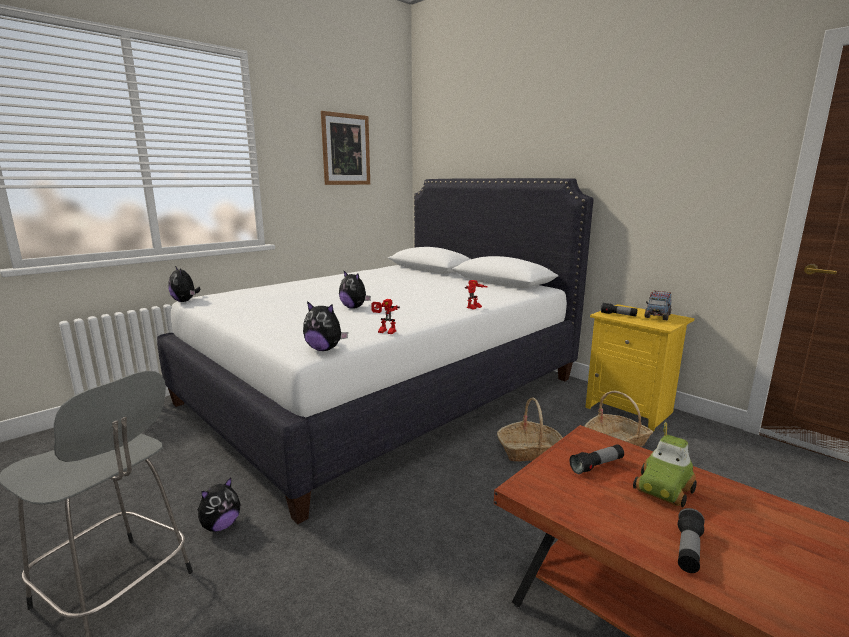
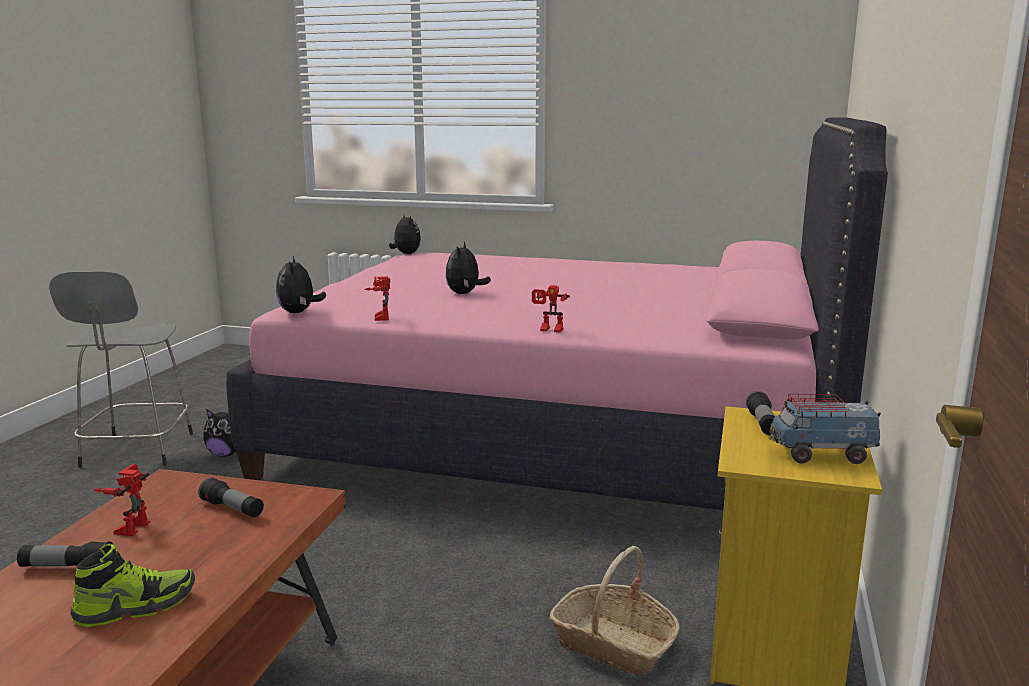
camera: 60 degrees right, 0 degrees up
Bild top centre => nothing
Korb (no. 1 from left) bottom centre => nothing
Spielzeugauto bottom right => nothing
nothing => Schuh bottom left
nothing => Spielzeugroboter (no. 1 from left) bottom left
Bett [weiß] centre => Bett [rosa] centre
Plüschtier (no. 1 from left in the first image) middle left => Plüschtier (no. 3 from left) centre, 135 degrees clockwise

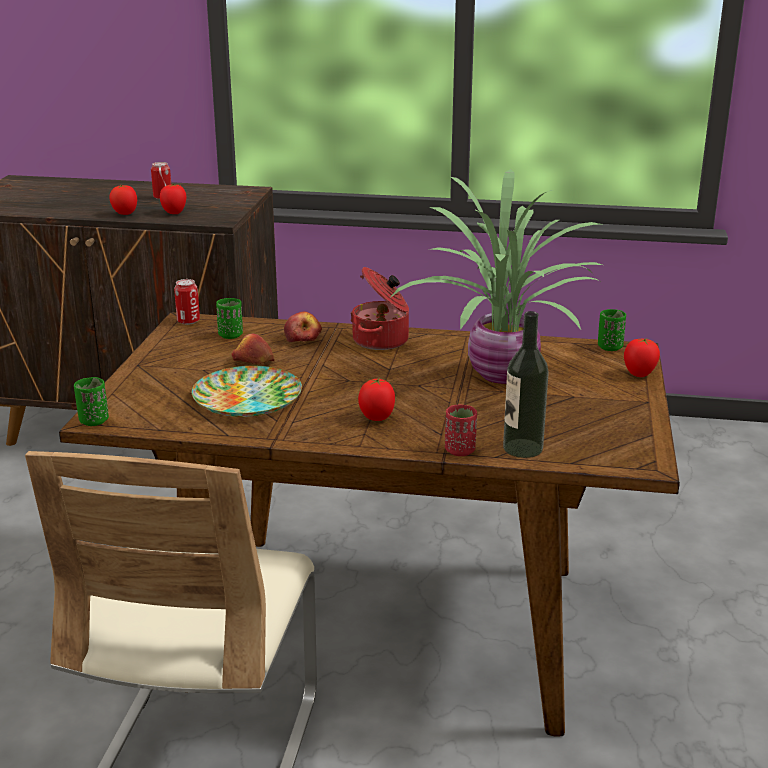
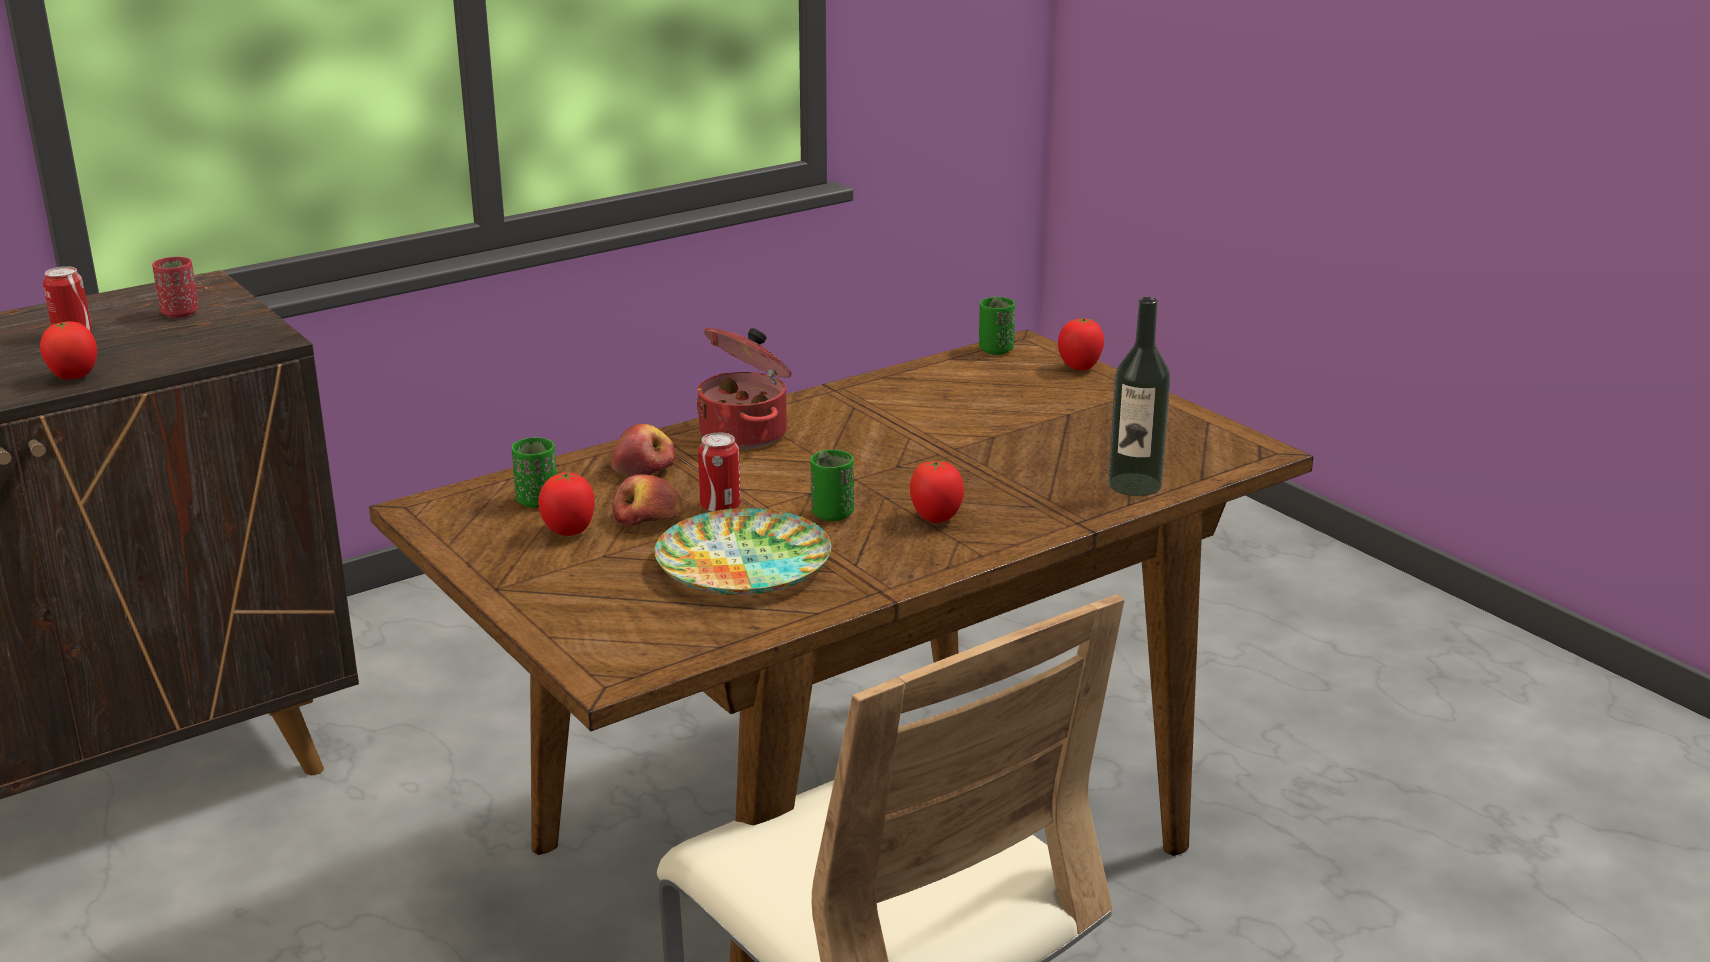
camera: 45 degrees left, 0 degrees up
Topfpflanze centre => nothing
Tasse [grün] (no. 1 from left in the first image) middle left => Tasse [grün] (no. 2 from left) centre, relocated
Tomate (no. 2 from left) top left => Tomate (no. 2 from left) middle left, relocated
Dose (no. 2 from left) middle left => Dose (no. 2 from left) centre, relocated
Tasse [rot] centre => Tasse [rot] top left, relocated

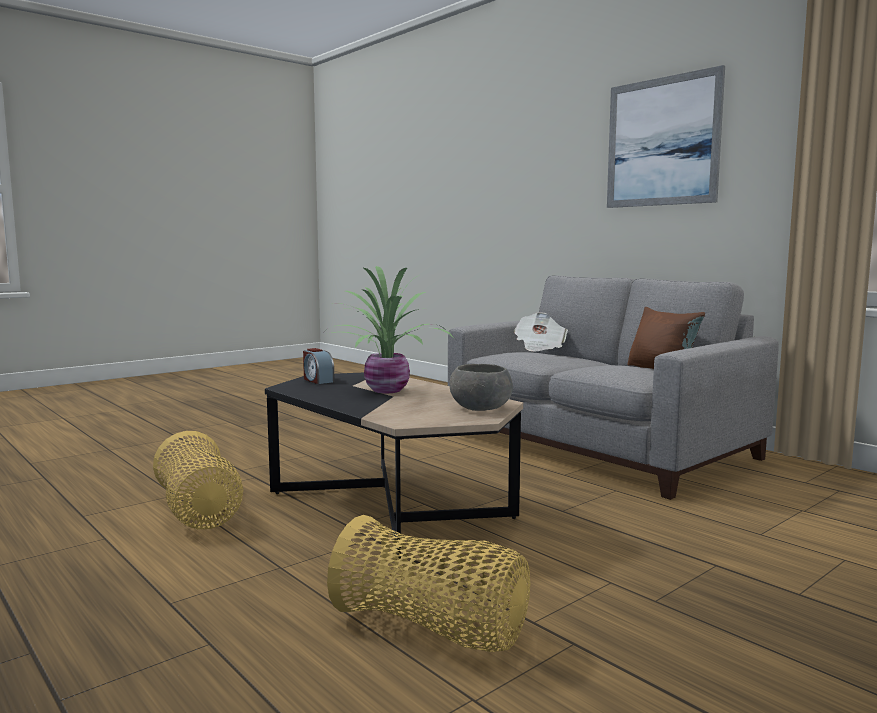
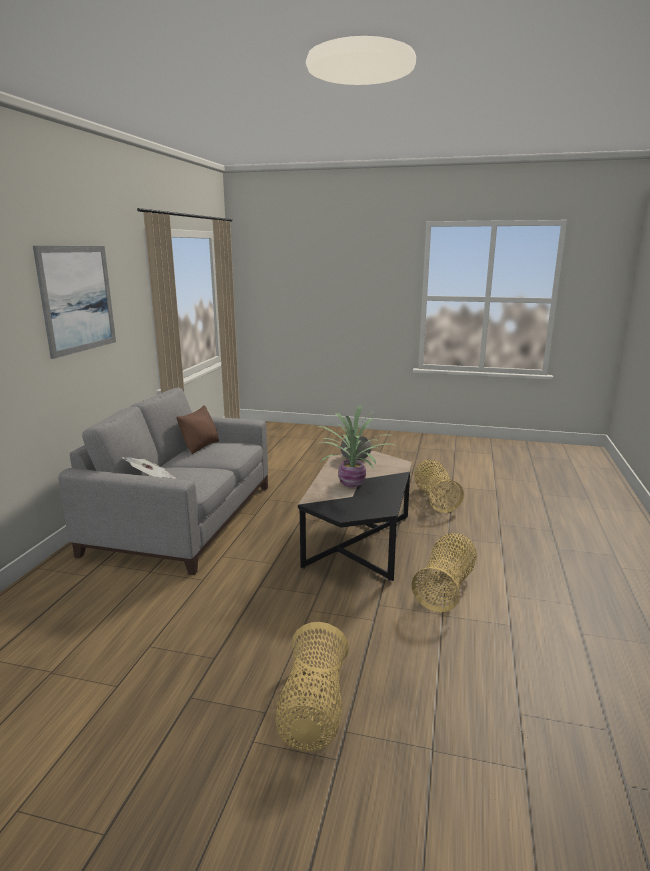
camera: 125 degrees left, 10 degrees up
Wecker centre => nothing
nothing => Korb (no. 1 from left) bottom centre

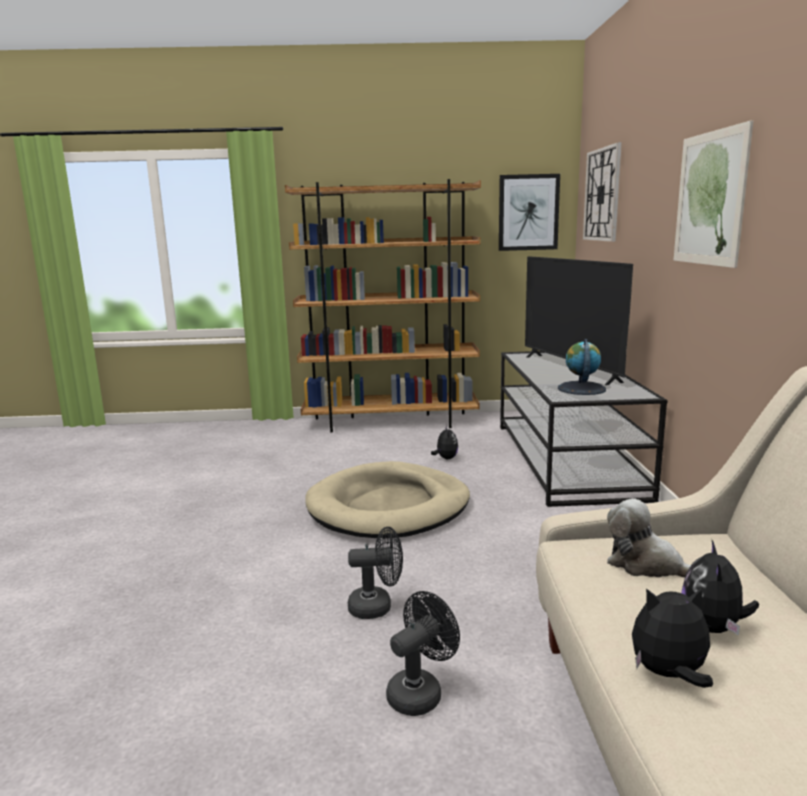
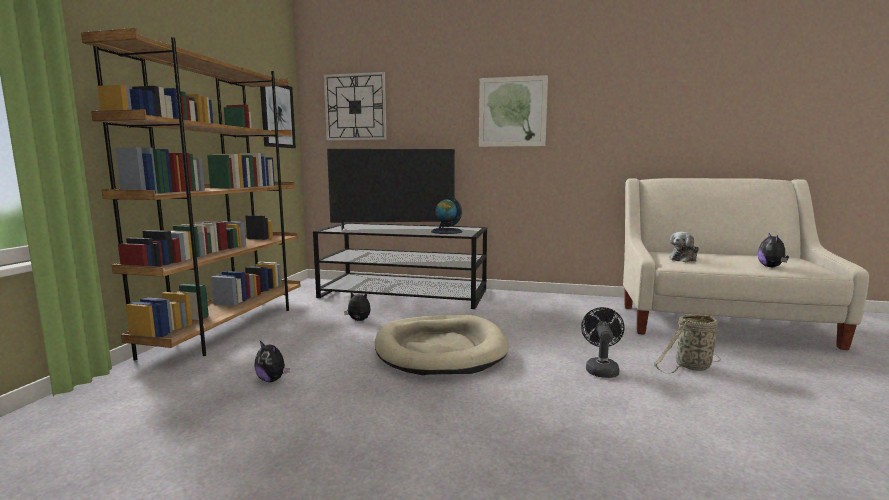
camera: 75 degrees left, 5 degrees down
Plüschtier (no. 4 from left in the first image) bottom right => Plüschtier (no. 1 from left) bottom left, relocated
Ventilator [schwarz] (no. 2 from left) bottom centre => Korb bottom right

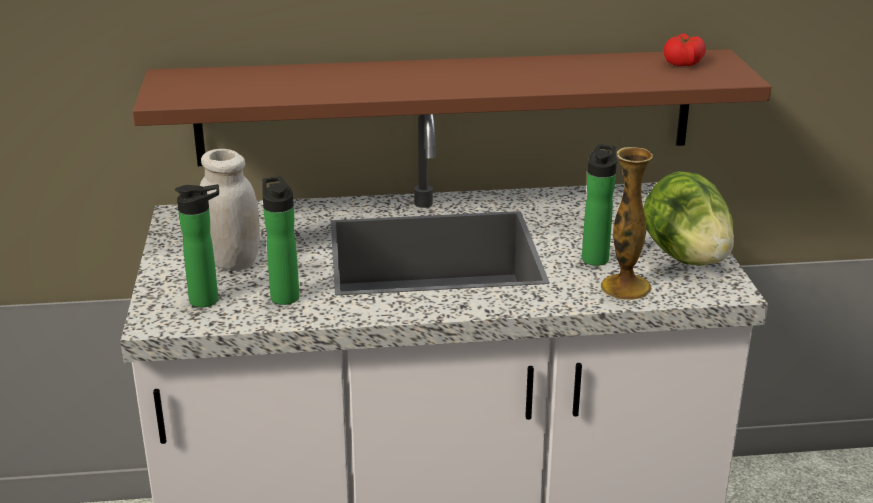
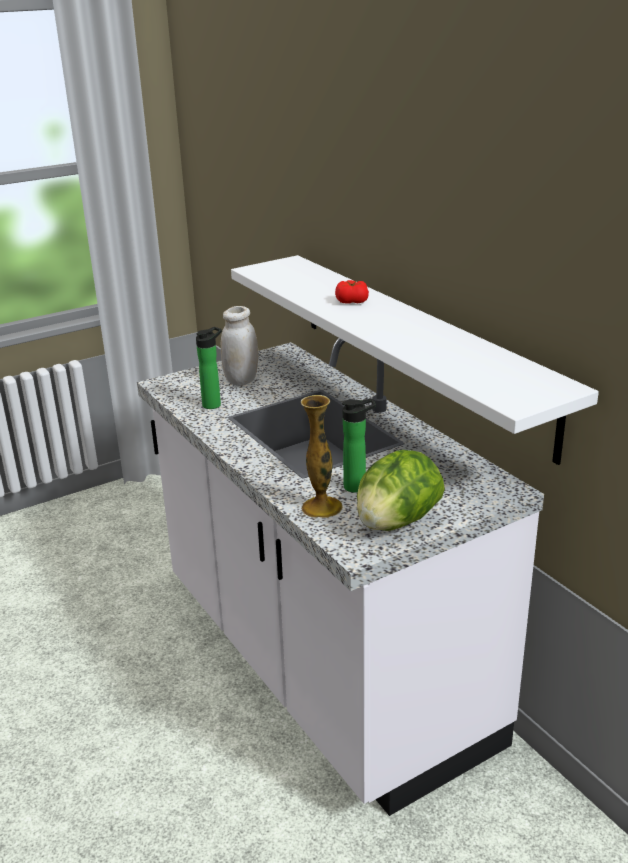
camera: 65 degrees right, 0 degrees up
Flasche (no. 1 from left) middle left => nothing
Tomate top right => Tomate centre, relocated
Wandregal [braun] top centre => Wandregal [weiß] centre

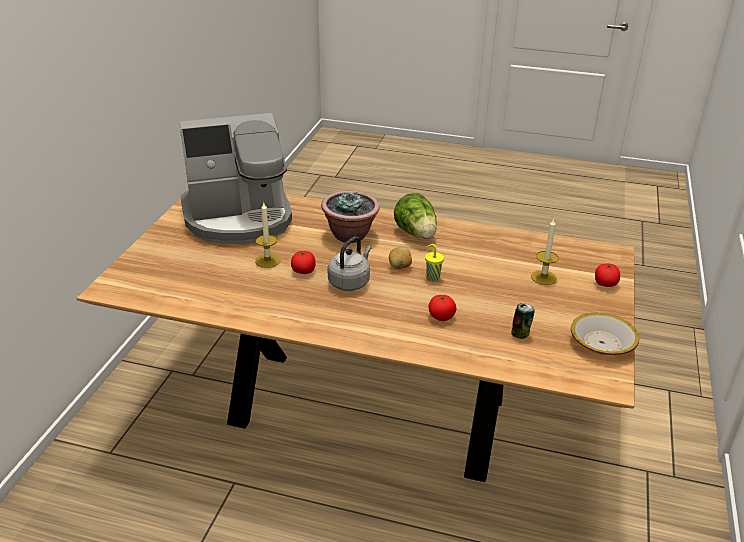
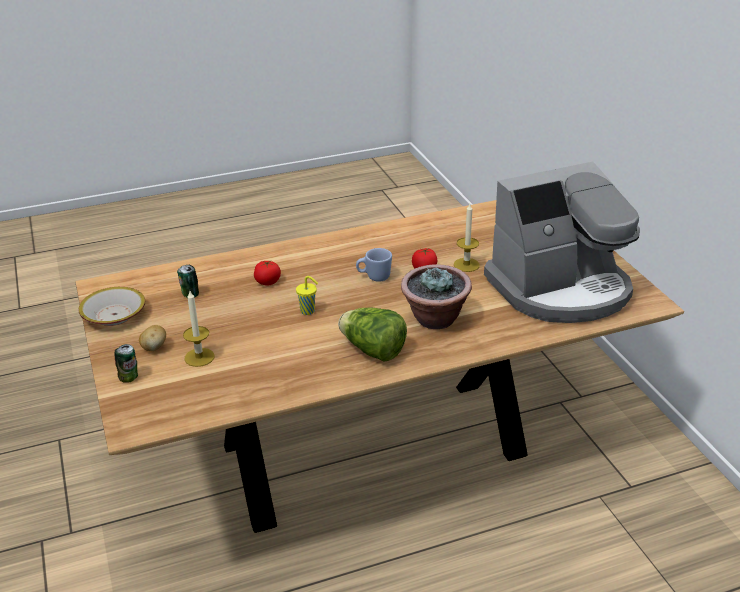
camera: 145 degrees right, 0 degrees up
Kartoffel centre => Kartoffel middle left, relocated
Wasserkessel [grau] centre => Henkelbecher [blau] centre
Tomate (no. 3 from left) middle right => Dose (no. 1 from left) middle left
Kaffeemaschine top left => Kaffeemaschine middle right, 150 degrees counterclockwise

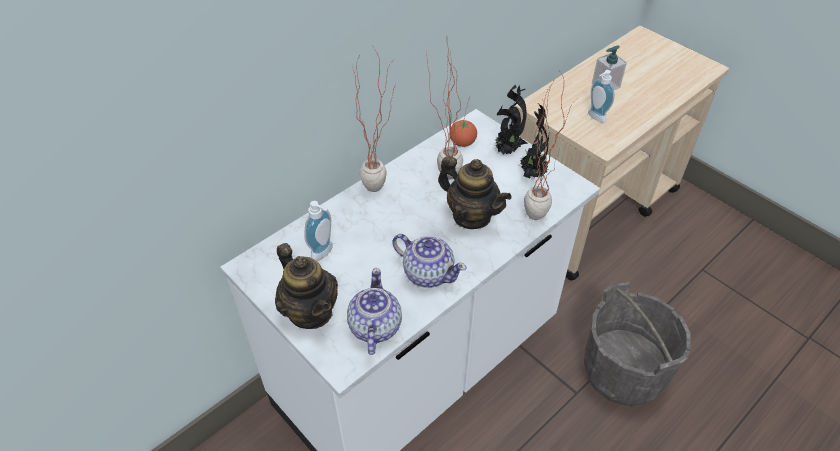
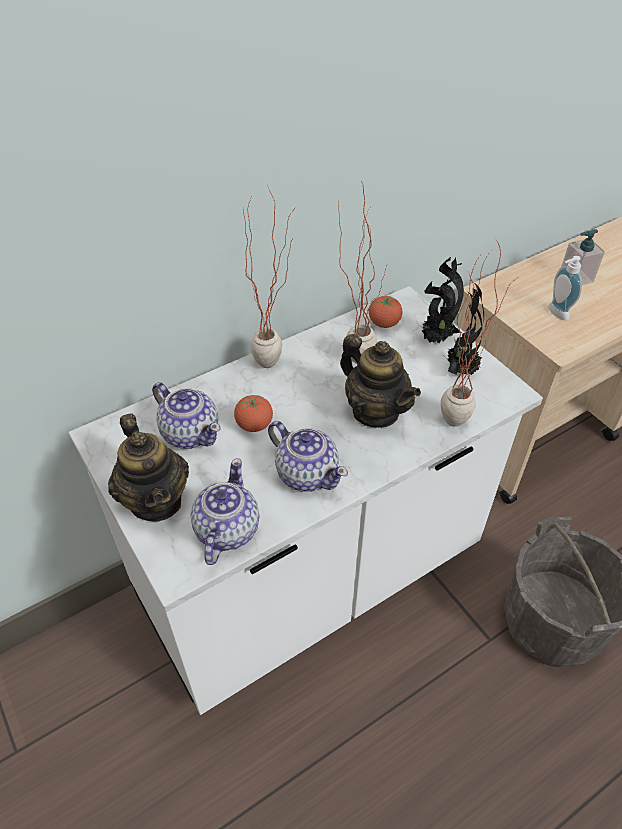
camera: 10 degrees right, 0 degrees up
nothing => Tomate (no. 1 from left) centre
Seifenspender (no. 1 from left) centre => Teekanne (no. 2 from left) middle left

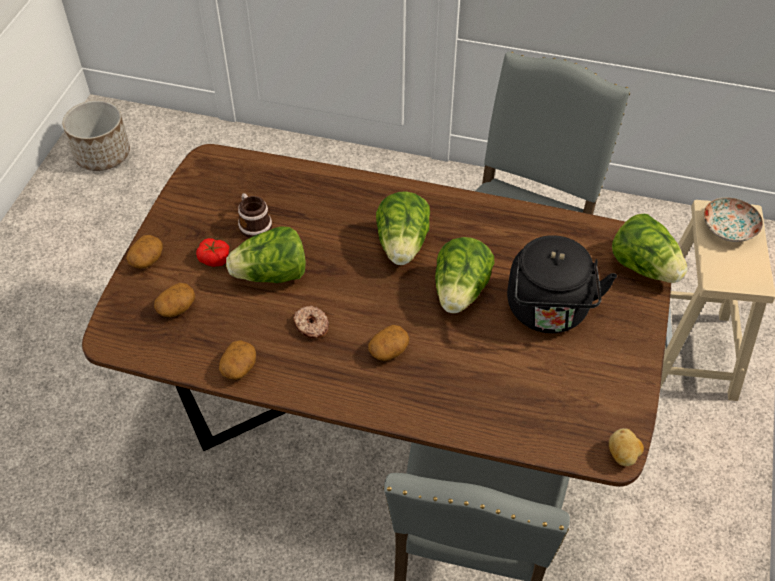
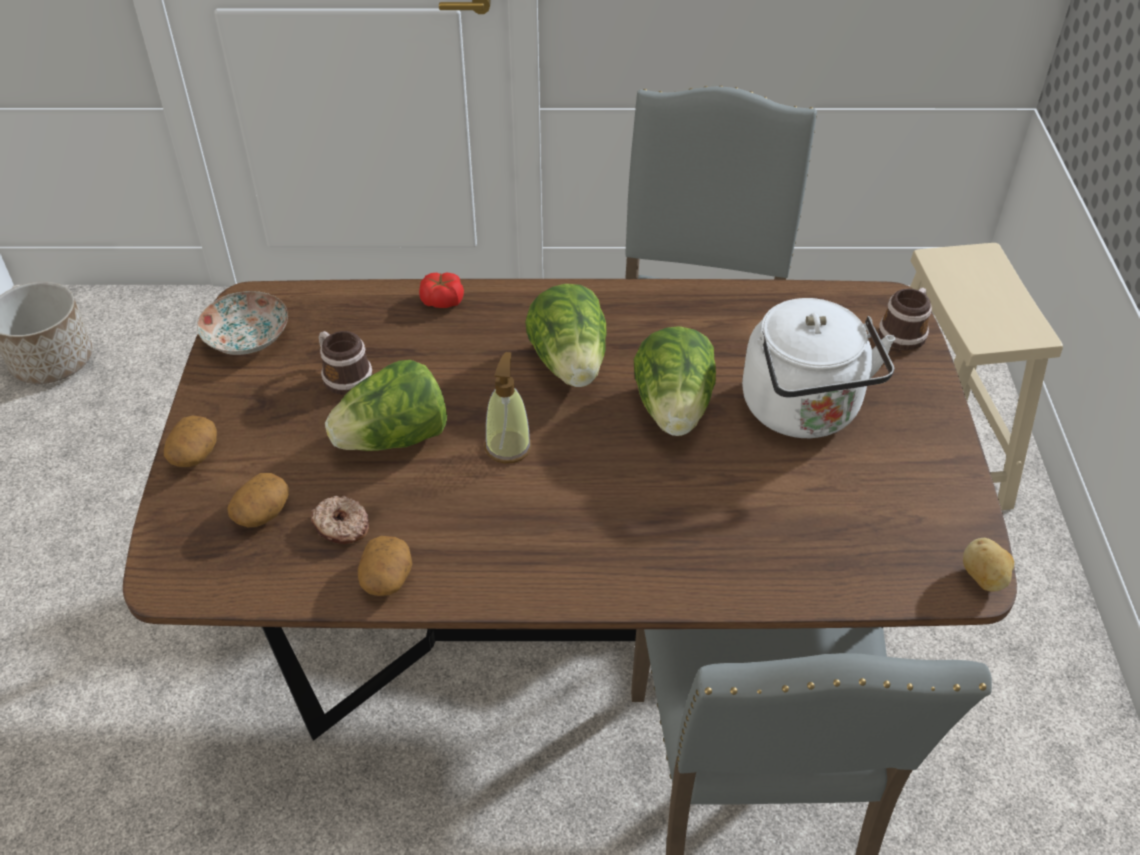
camera: 15 degrees left, 5 degrees down
Kartoffel (no. 4 from left) centre => nothing
nothing => Seifenspender centre
Tomate middle left => Tomate centre, relocated
Donut centre => Donut middle left, relocated
Teller middle right => Teller middle left, relocated
Salatkopf (no. 4 from left) middle right => Henkelbecher (no. 2 from left) middle right
Wasserkessel [schwarz] middle right => Wasserkessel [weiß] middle right

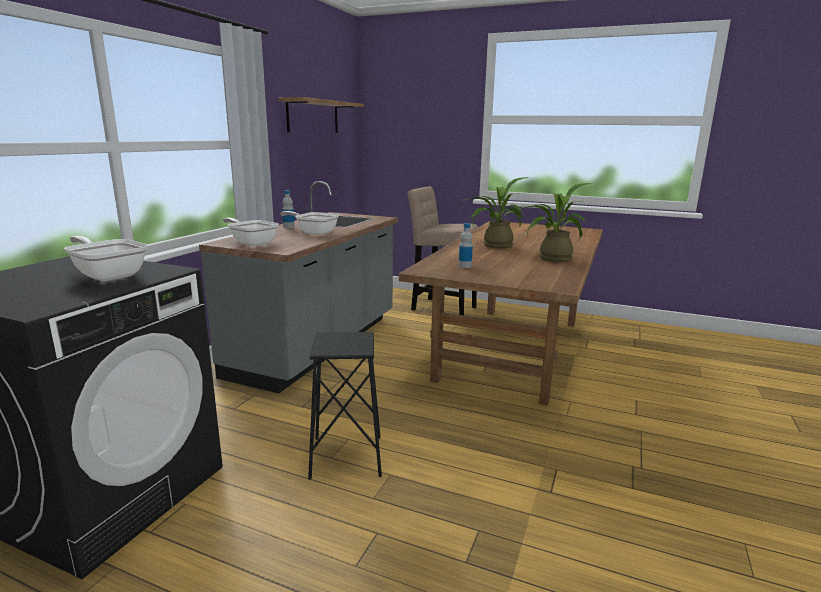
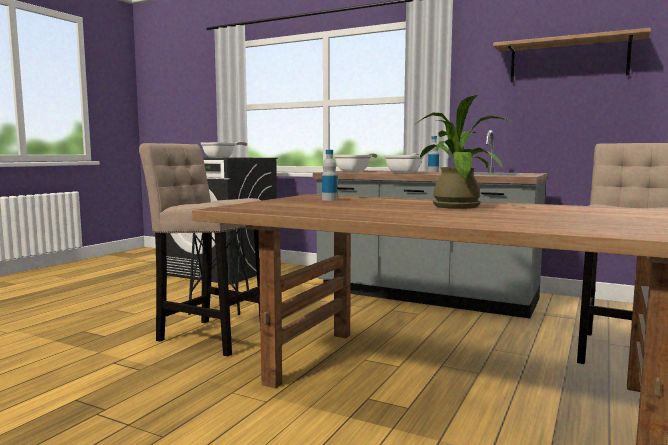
camera: 95 degrees right, 10 degrees down
Topfpflanze (no. 2 from left) middle right => nothing
nothing => Hocker [beige] (no. 1 from left) middle left

